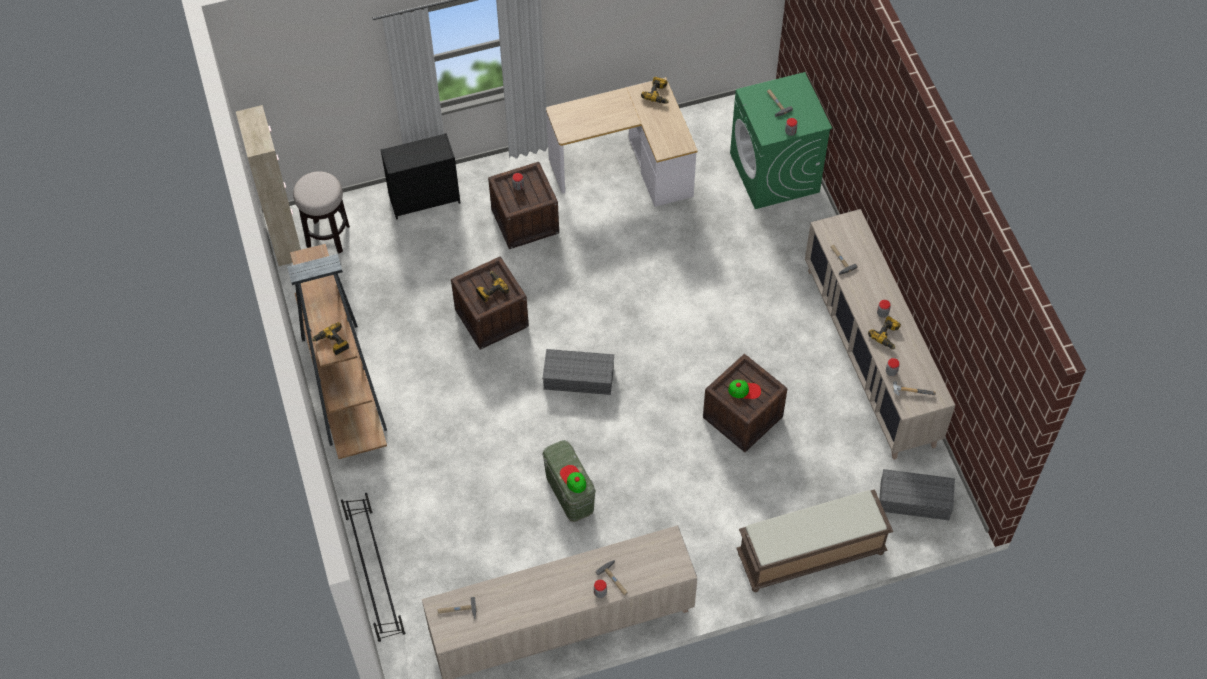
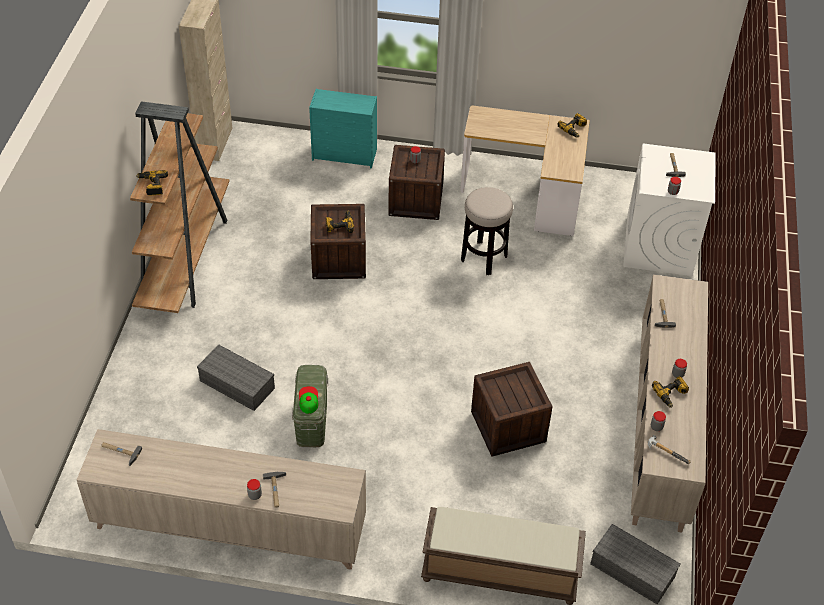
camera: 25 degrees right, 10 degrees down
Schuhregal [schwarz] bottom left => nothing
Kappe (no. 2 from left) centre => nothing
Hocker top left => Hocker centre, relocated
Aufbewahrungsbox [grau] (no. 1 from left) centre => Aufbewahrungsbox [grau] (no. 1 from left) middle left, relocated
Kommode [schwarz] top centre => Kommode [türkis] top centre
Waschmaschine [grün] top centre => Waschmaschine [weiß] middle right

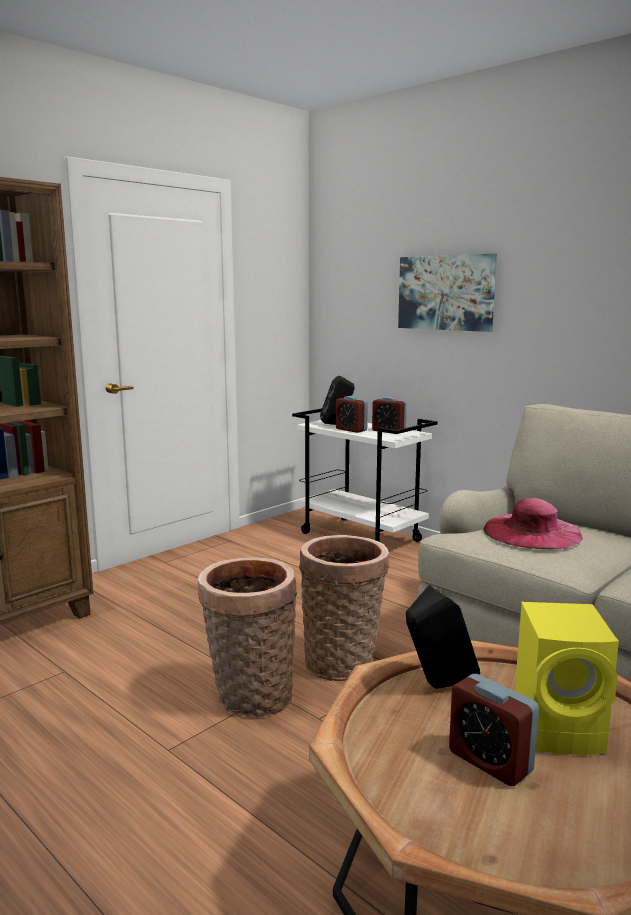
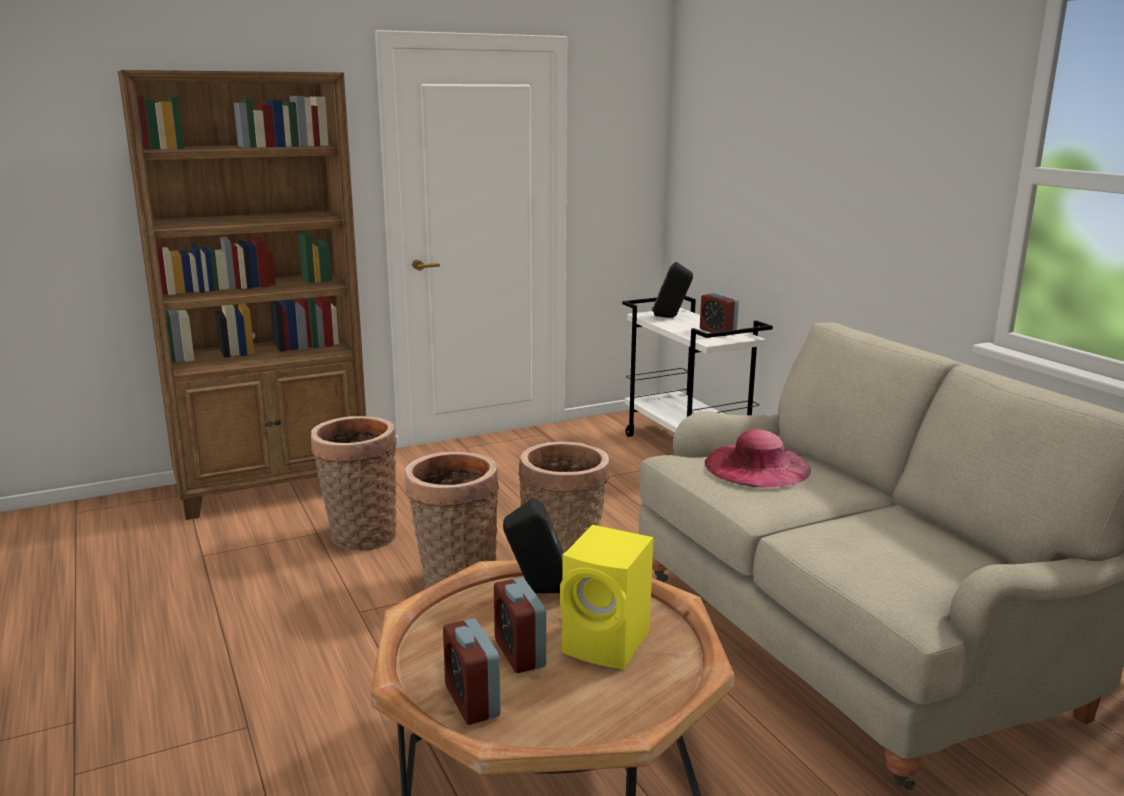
camera: 20 degrees right, 5 degrees up
Bild top right => nothing
nothing => Korb (no. 1 from left) middle left
Wecker (no. 1 from left) centre => Wecker (no. 1 from left) bottom centre, relocated

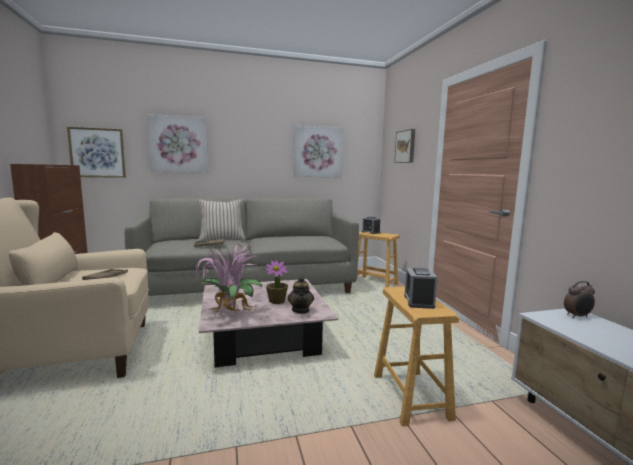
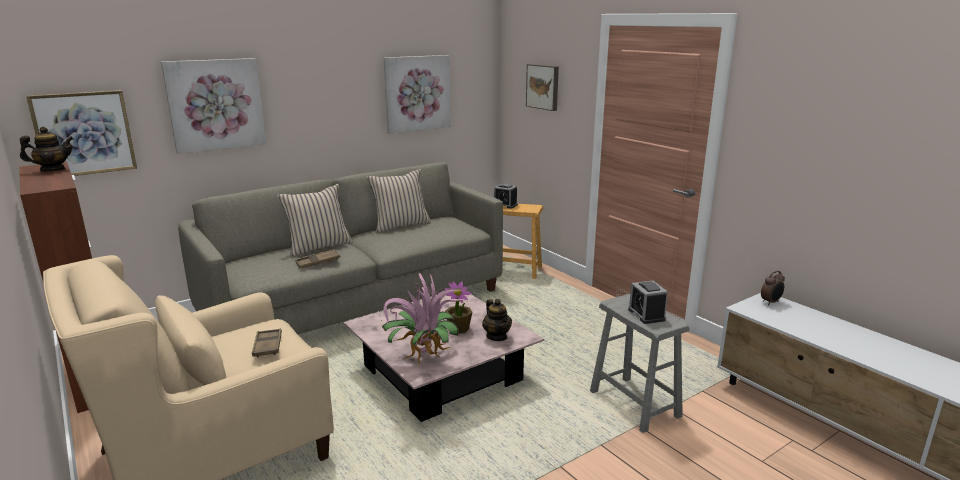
camera: 20 degrees left, 10 degrees up
nothing => Teekanne (no. 1 from left) top left
nothing => Kissen [beige] (no. 2 from left) centre
Hocker [braun] (no. 2 from left) bottom centre => Hocker [grau] bottom right

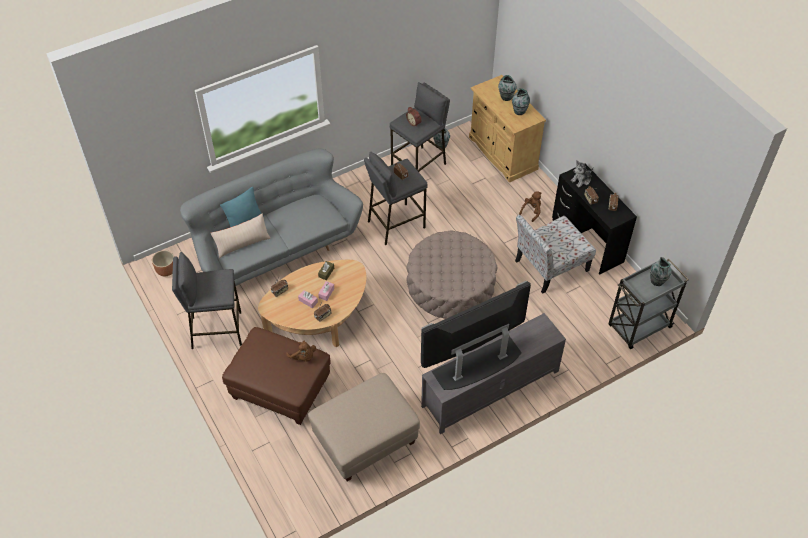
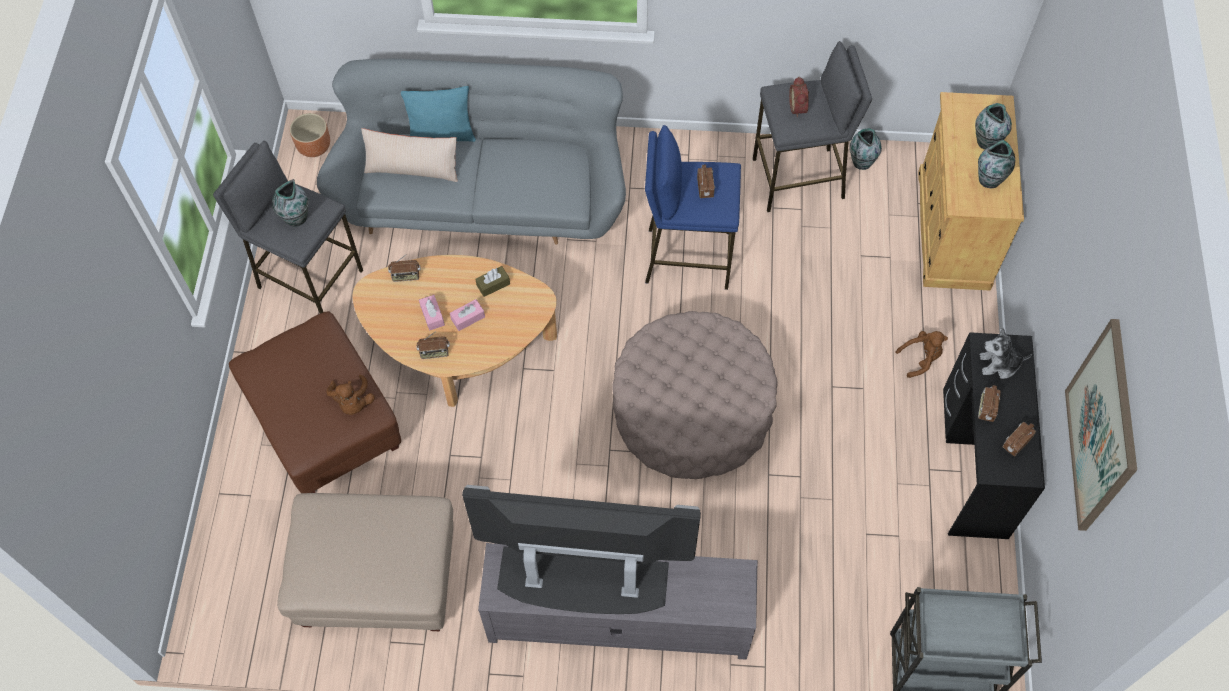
camera: 35 degrees right, 10 degrees up
Stuhl middle right => nothing
nothing => Bild middle right
Vase (no. 4 from left in the first image) middle right => Vase (no. 1 from left) top left, relocated
Hocker [grau] (no. 2 from left) centre => Hocker [blau] top centre

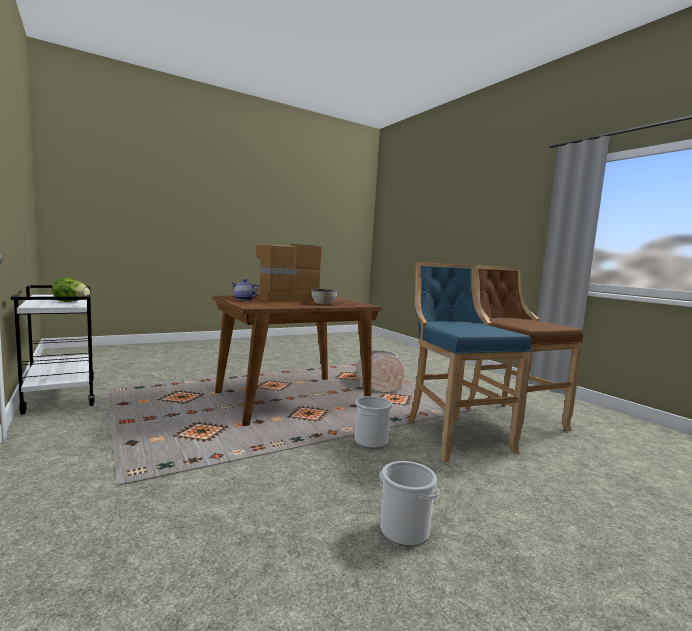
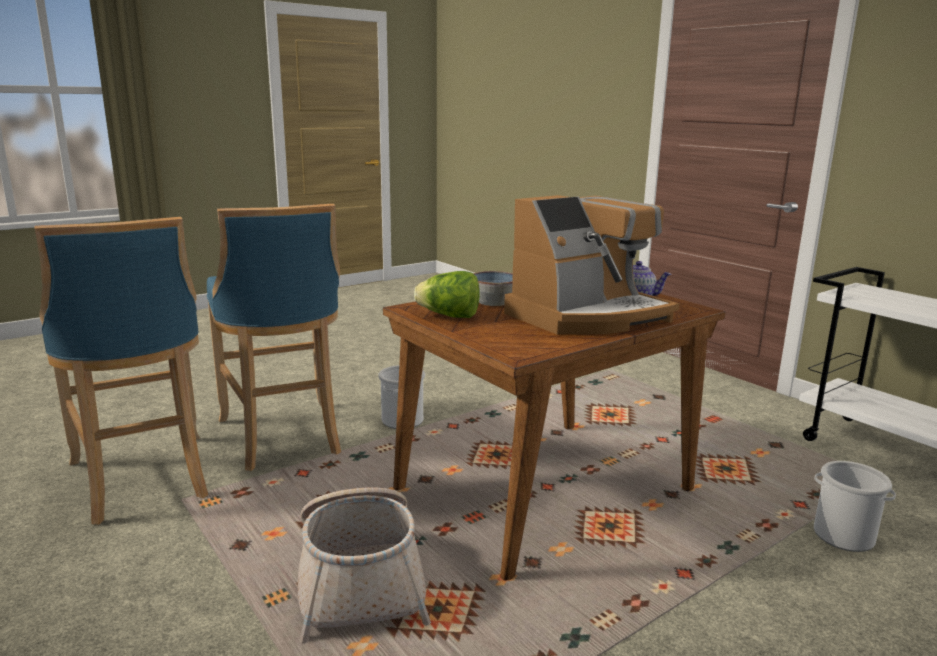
camera: 175 degrees right, 10 degrees up
Salatkopf middle left => Salatkopf centre, relocated
Eimer (no. 2 from left) bottom centre => Eimer (no. 2 from left) bottom right, relocated
Hocker [braun] middle right => Hocker [blau] (no. 1 from left) middle left

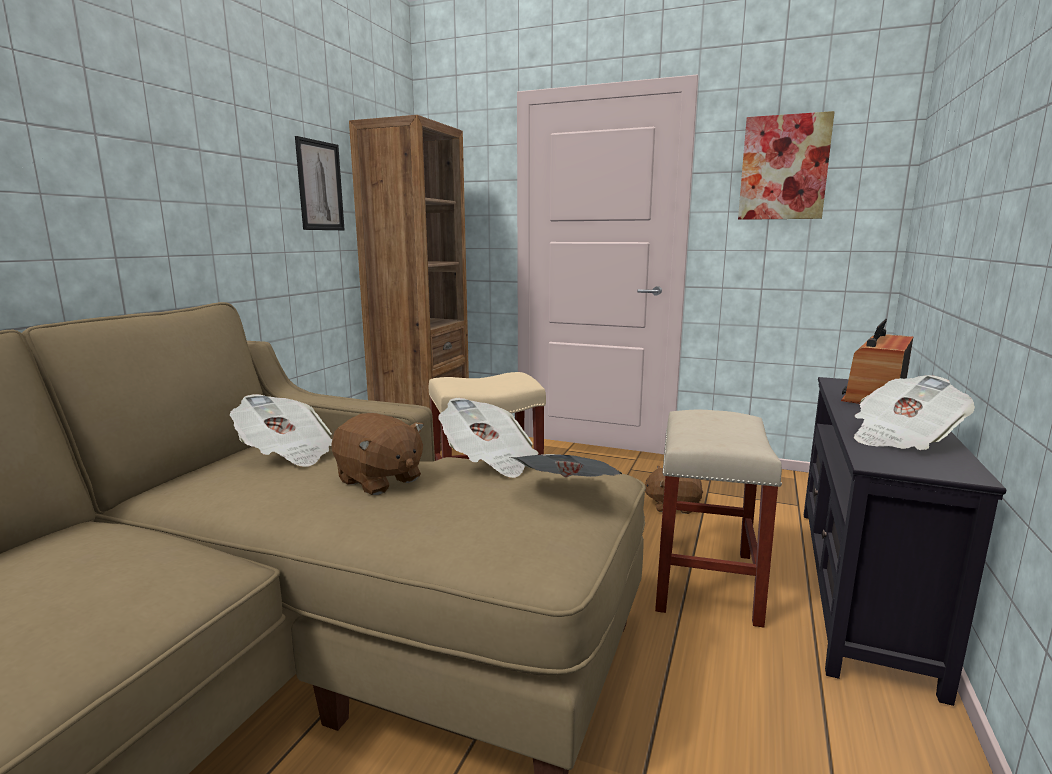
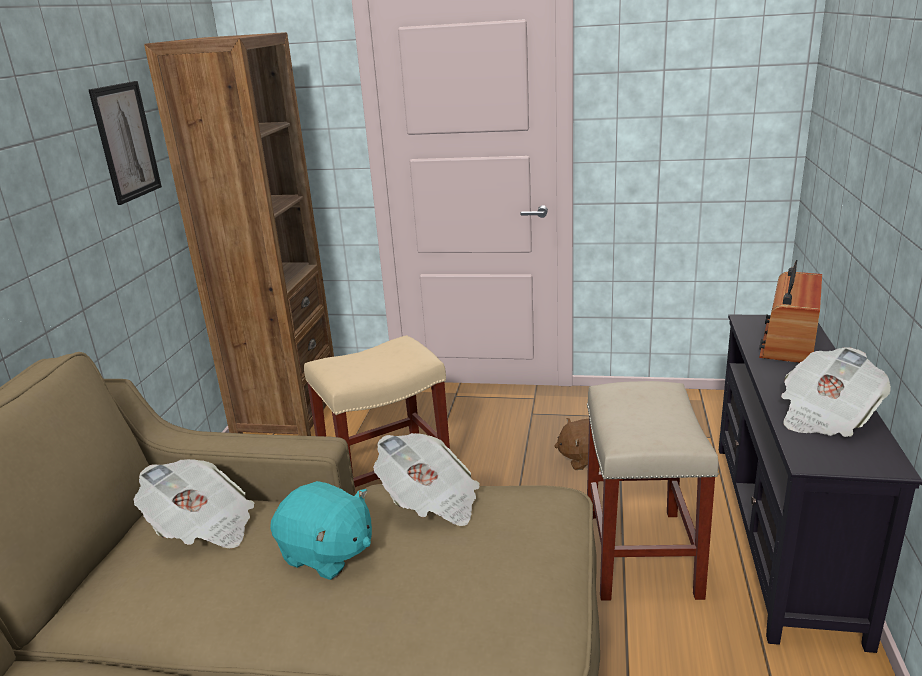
camera: 10 degrees left, 10 degrees up
Zeitung (no. 3 from left) centre => nothing
Bild (no. 2 from left) top right => nothing
Plüschtier [braun] (no. 1 from left) centre => Plüschtier [türkis] bottom centre

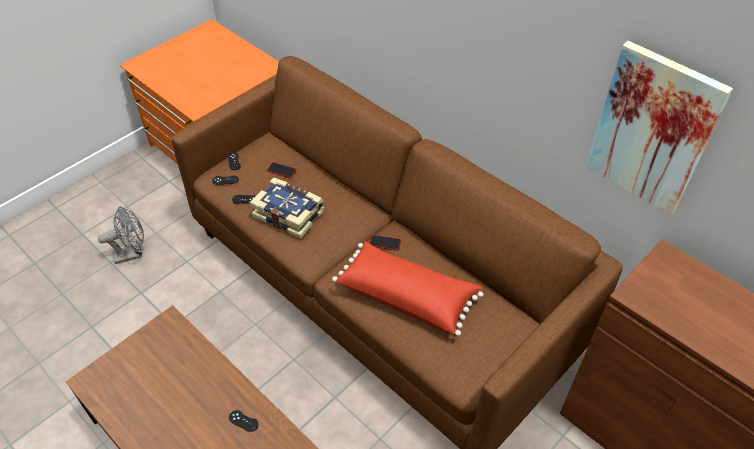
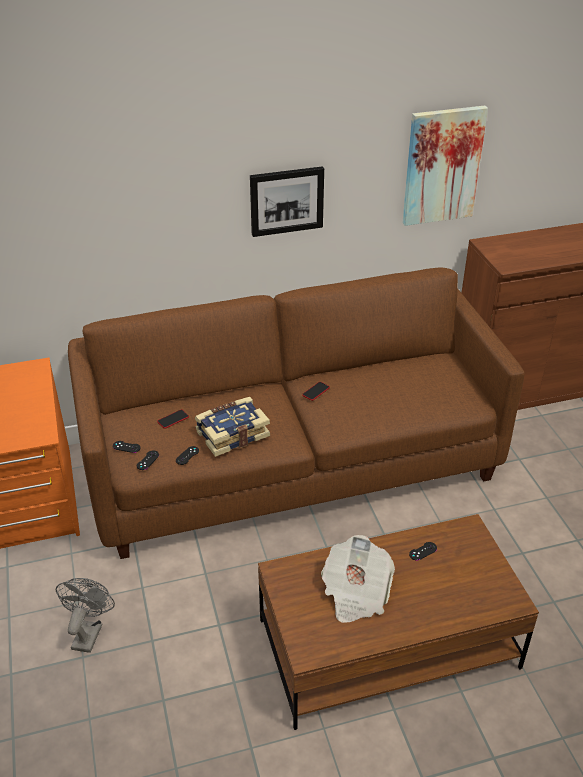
camera: 60 degrees left, 10 degrees down
Kissen [rot] centre => nothing
nothing => Bild (no. 1 from left) top centre
nothing => Zeitung bottom centre

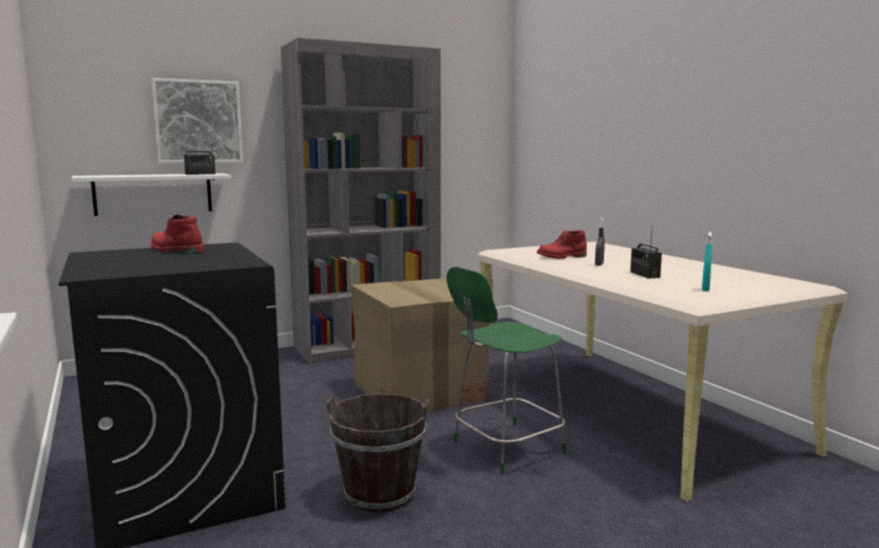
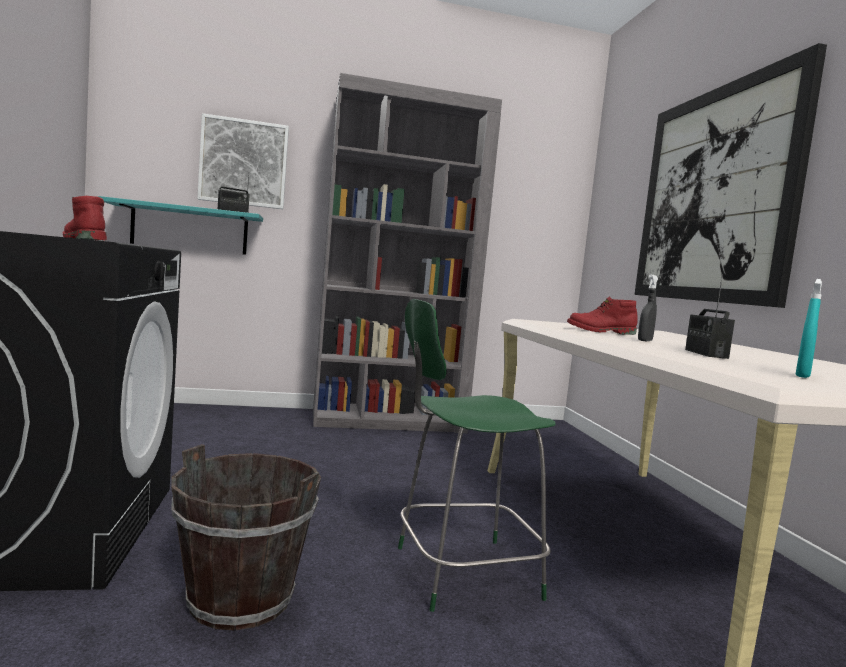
camera: 15 degrees right, 5 degrees down
Karton centre => nothing
nothing => Bild (no. 2 from left) top right
Wandregal [weiß] middle left => Wandregal [türkis] middle left

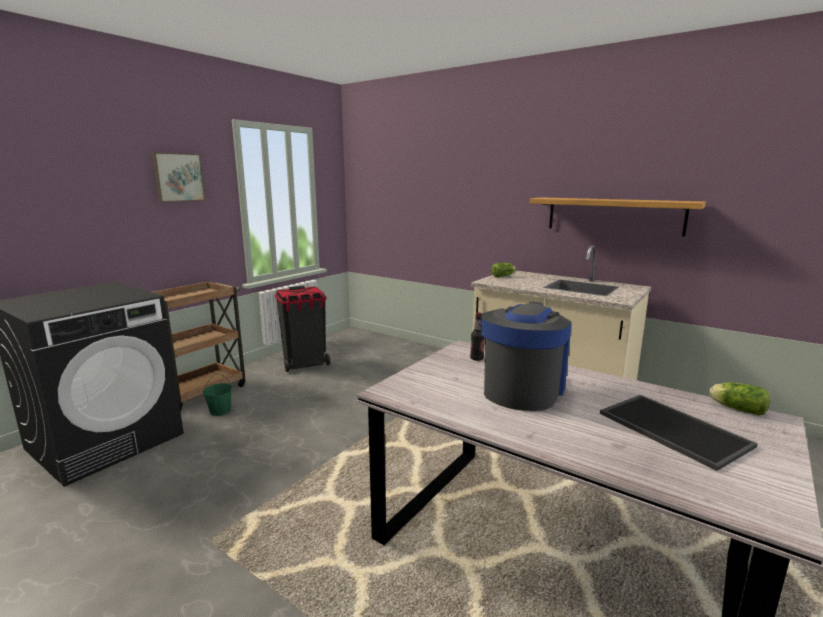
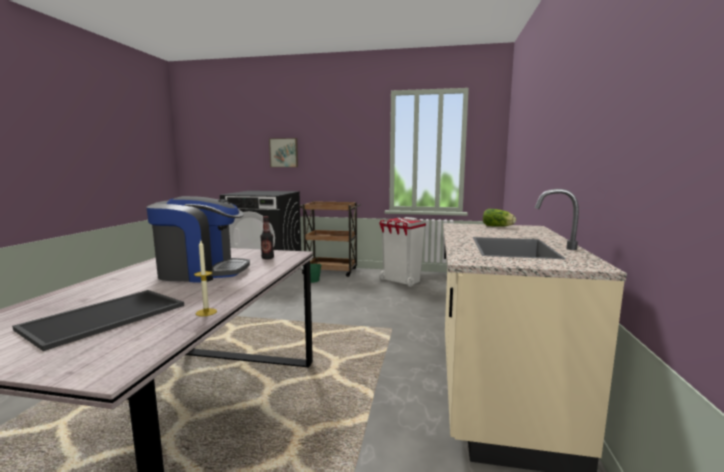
camera: 65 degrees right, 5 degrees down
Wandregal middle right => nothing
Salatkopf (no. 2 from left) middle right => nothing
nothing => Kerze middle left
Bild top left => Bild top centre, relocated
Mülleimer [schwarz] centre => Mülleimer [weiß] centre

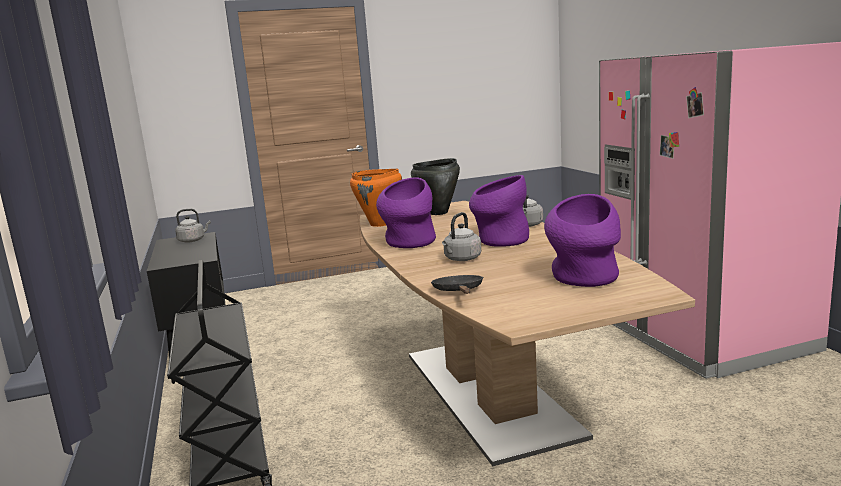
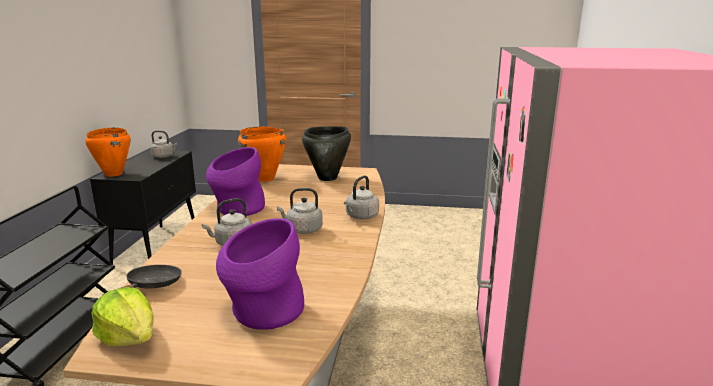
camera: 25 degrees right, 5 degrees up
nothing => Kochtopf [orange] (no. 1 from left) middle left
nothing => Salatkopf bottom left
Vase [lila] (no. 2 from left) centre => Wasserkessel [grau] (no. 3 from left) centre

